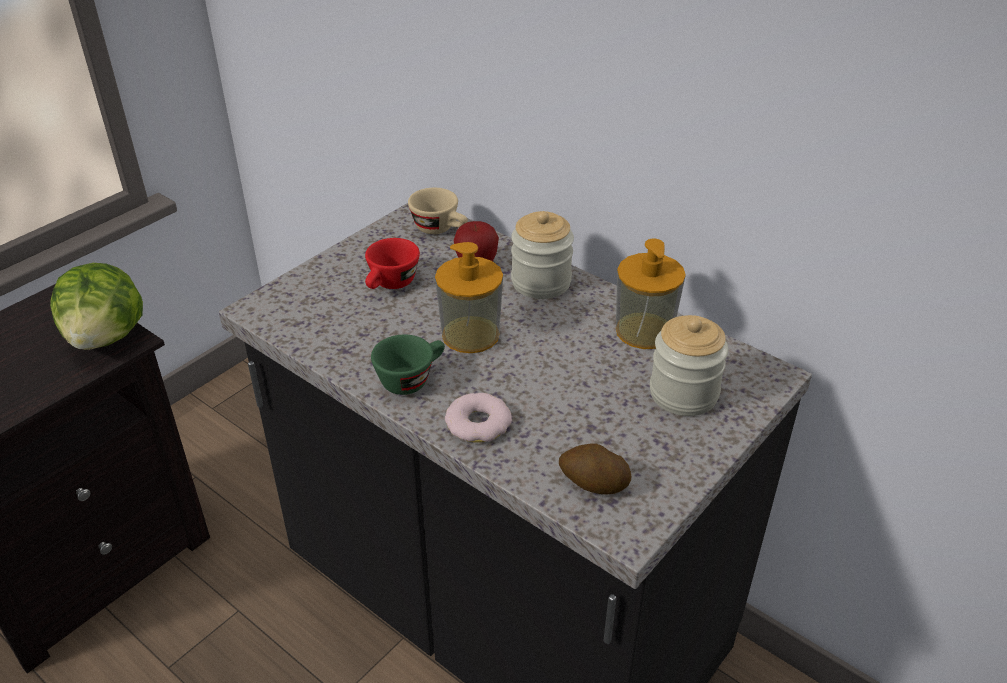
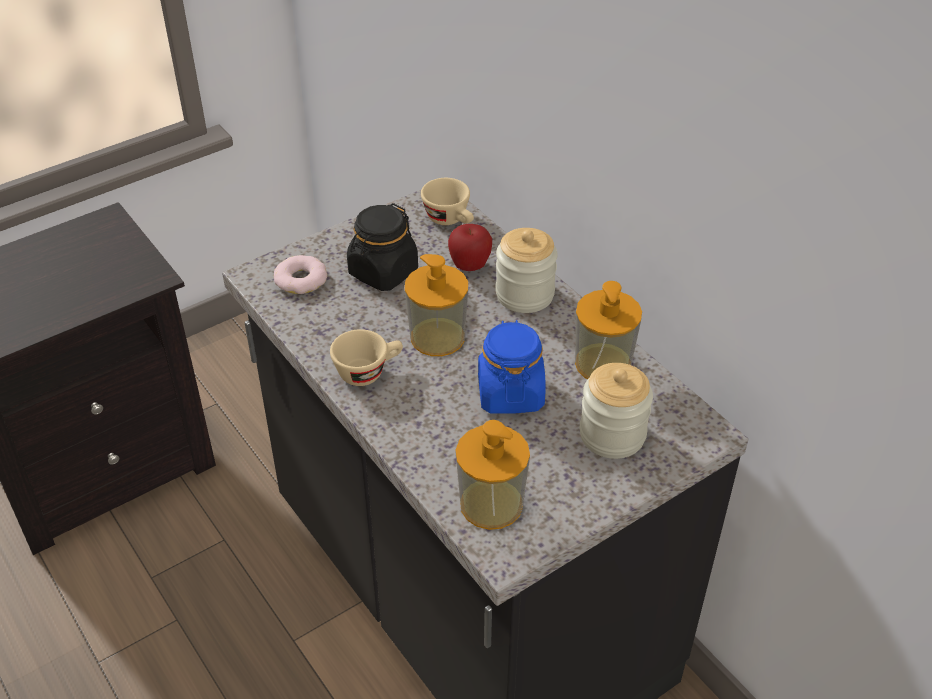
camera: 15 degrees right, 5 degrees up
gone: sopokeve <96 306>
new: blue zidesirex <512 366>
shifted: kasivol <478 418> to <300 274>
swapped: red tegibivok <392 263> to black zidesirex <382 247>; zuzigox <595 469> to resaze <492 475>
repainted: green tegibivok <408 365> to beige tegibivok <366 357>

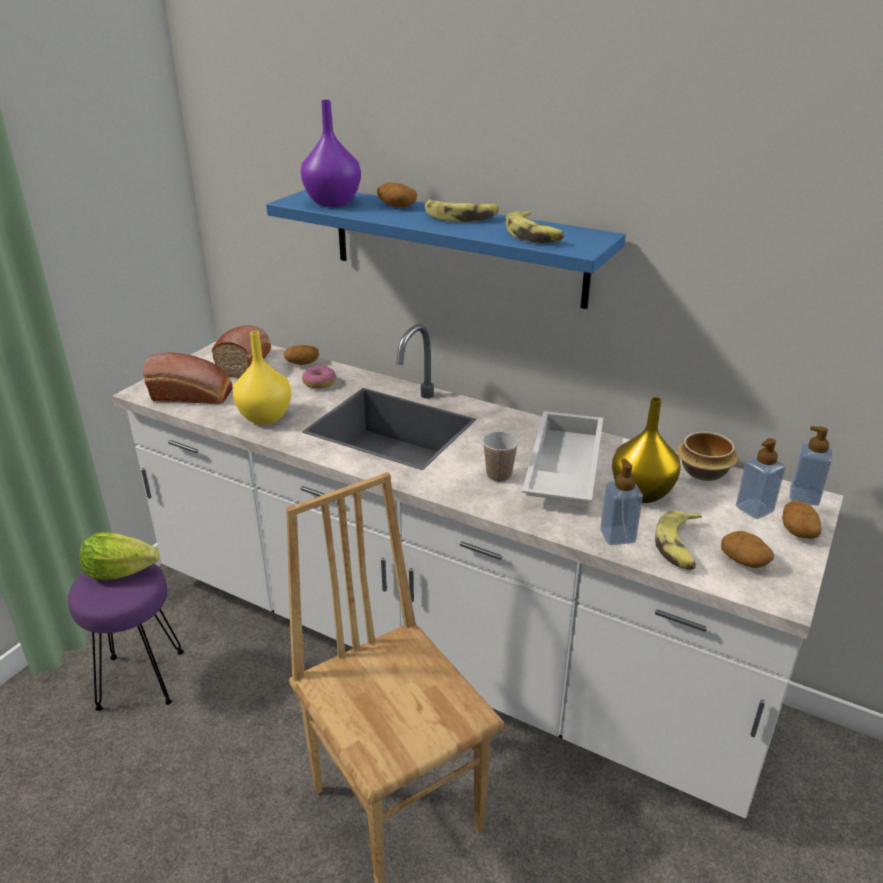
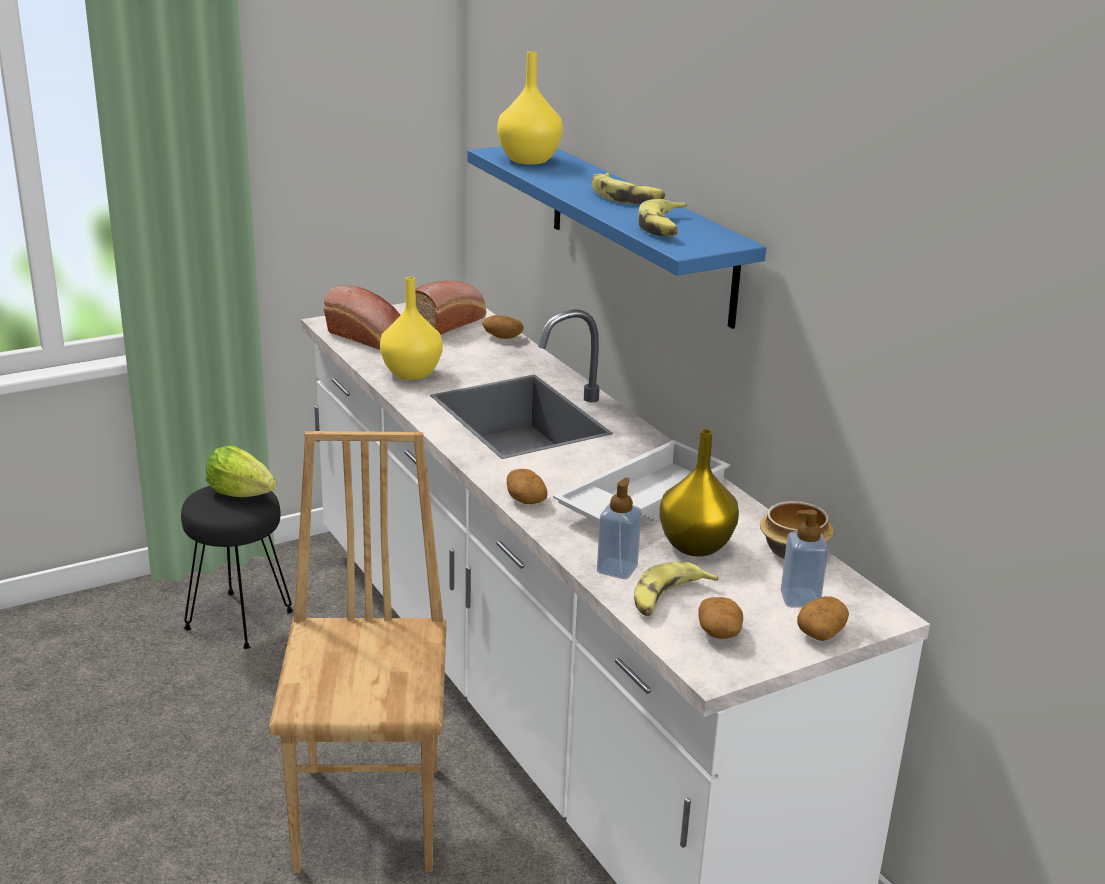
camera: 30 degrees right, 5 degrees down
gone: kasivol <319 377>; tegibivok <500 456>; resaze <810 466>
shifted: zuzigox <397 195> to <527 486>
repainted: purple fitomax <126 637> to black fitomax <237 567>; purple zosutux <331 153> to yellow zosutux <530 108>

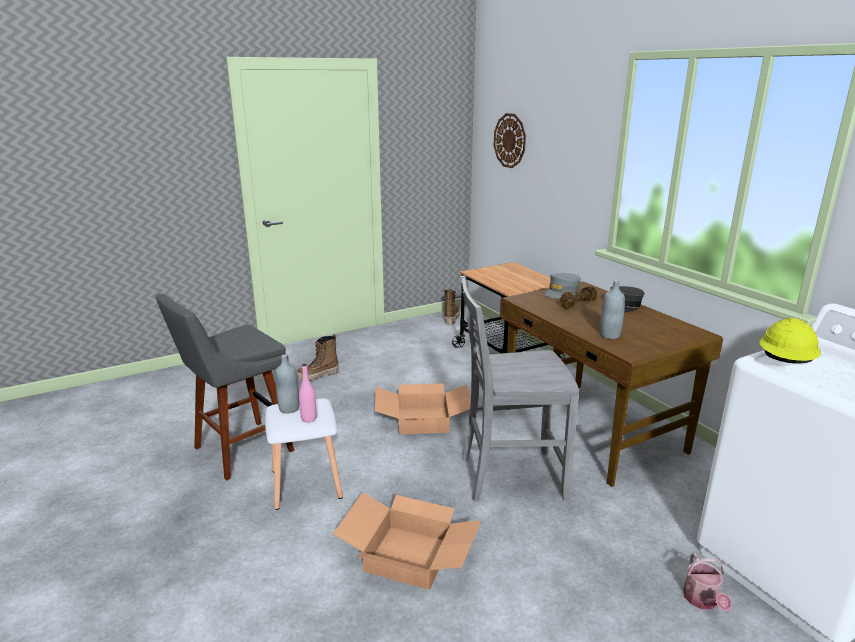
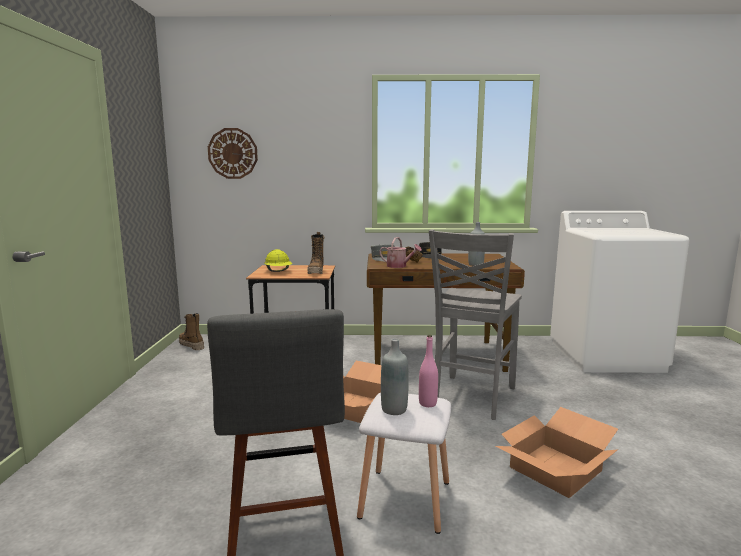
camera: 60 degrees left, 10 degrees down
shifted: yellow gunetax <790 341> to <278 260>; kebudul <318 357> to <316 253>; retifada <707 582> to <400 252>

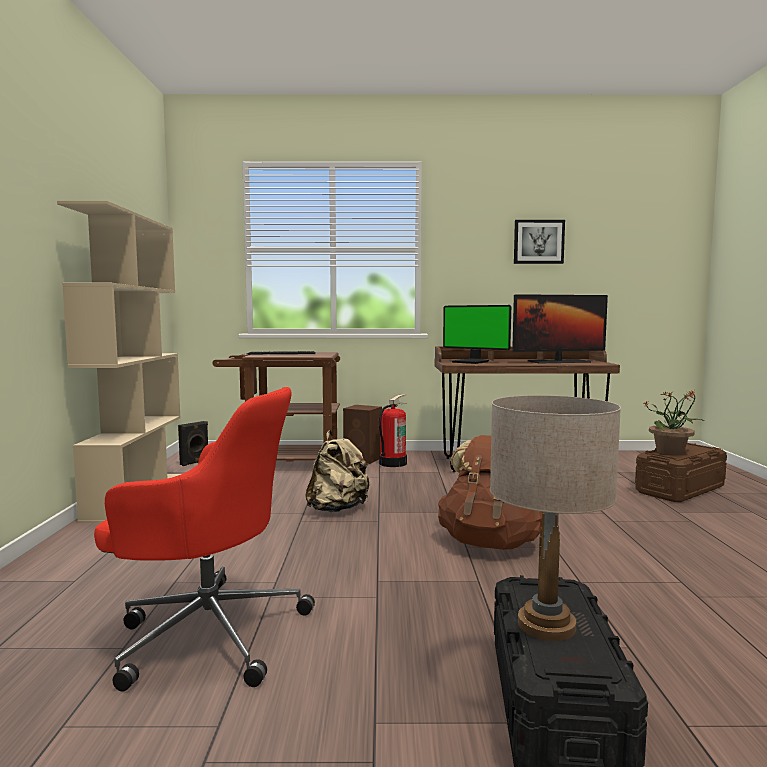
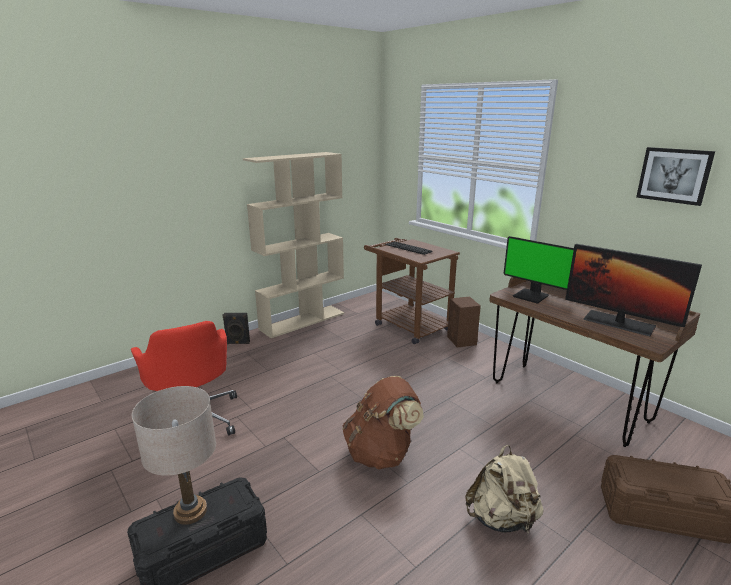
camera: 50 degrees right, 15 degrees up
gone: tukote <393 430>; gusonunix <673 422>
shifted: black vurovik <193 443> to <236 328>; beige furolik <337 471> to <504 489>
rotated: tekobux <477 334> = <539 270> 45 degrees counterclockwise

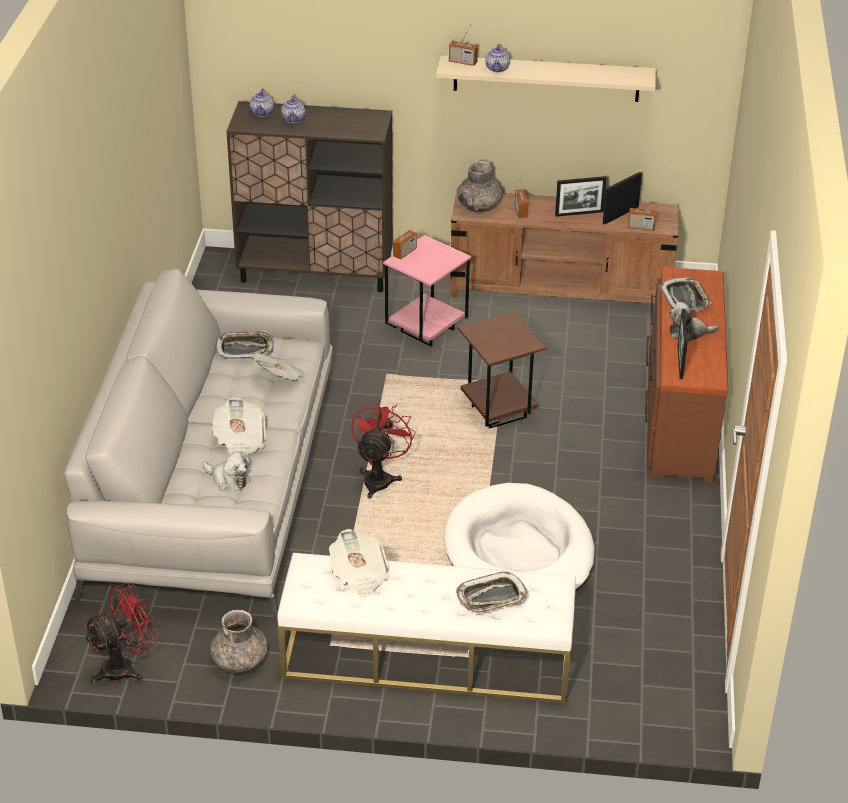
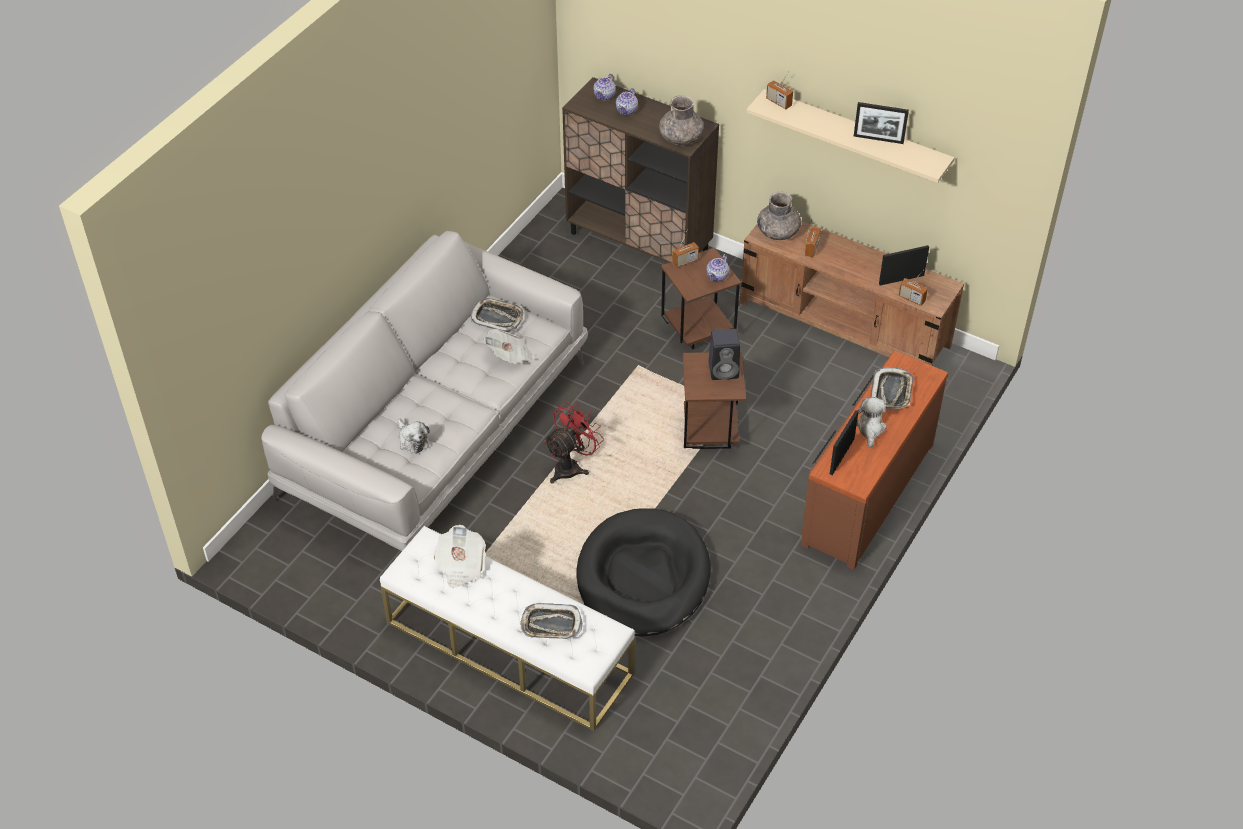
camera: 25 degrees right, 10 degrees up
gone: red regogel <121 633>; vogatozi <239 426>
new: black vurovik <724 354>
shifted: grey zosutux <239 641> to <681 120>; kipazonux <497 58> to <717 267>; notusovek <580 196> to <881 123>
repainted: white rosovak <519 537> to black rosovak <644 572>; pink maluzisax <427 290> to brown maluzisax <701 298>
rotated: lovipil <693 322> = <871 422> 75 degrees clockwise

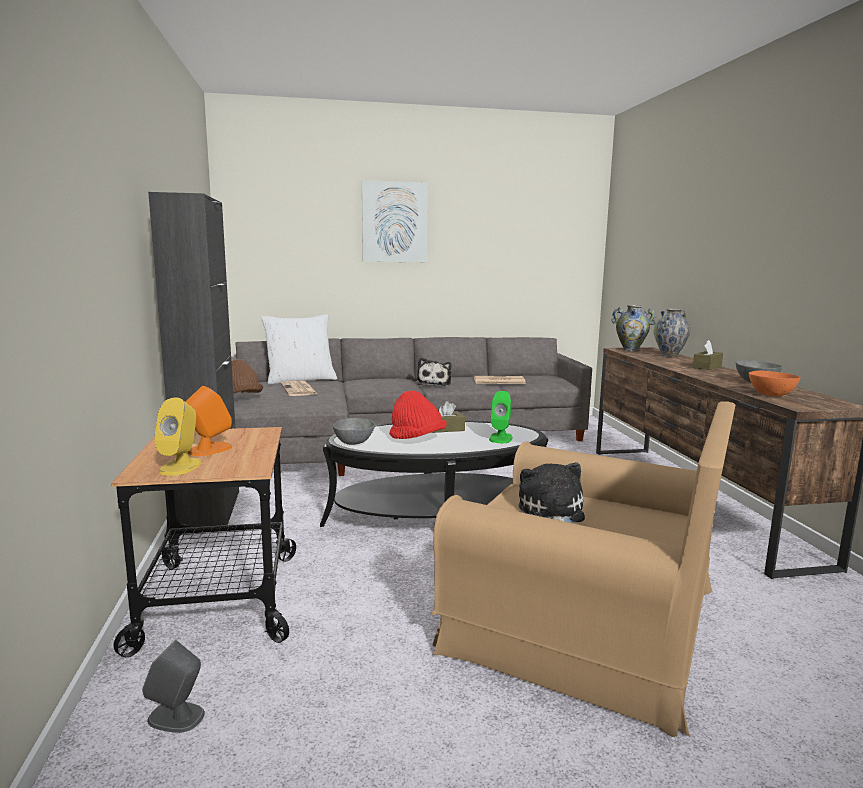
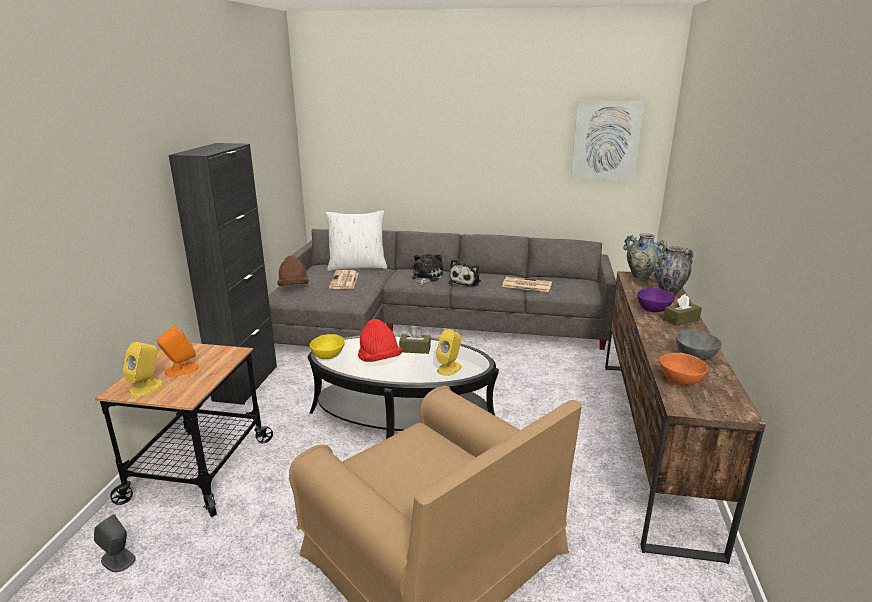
camera: 20 degrees right, 10 degrees up
new: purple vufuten <656 300>
shifted: lovipil <551 493> to <427 269>; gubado <395 221> to <607 140>
repainted: grey vufuten <354 431> to yellow vufuten <327 346>; green vurovik <501 417> to yellow vurovik <449 353>

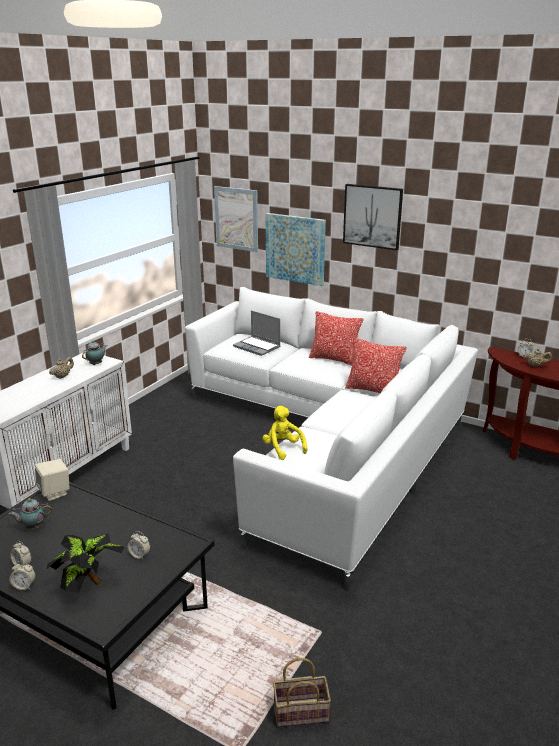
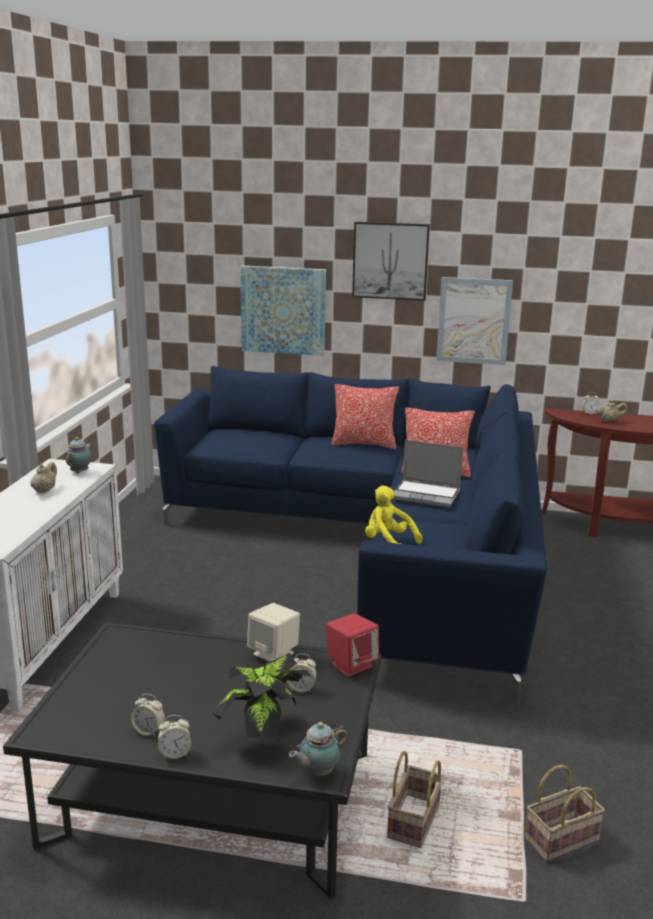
camera: 20 degrees left, 5 degrees down
new: red vurovik <352 645>; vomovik <415 799>
shifted: beige vurovik <52 480> to <273 632>; kipazonux <31 513> to <318 749>; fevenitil <257 333> to <428 473>; gubado <236 219> to <474 321>
repainted: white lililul <331 439> to blue lililul <350 534>

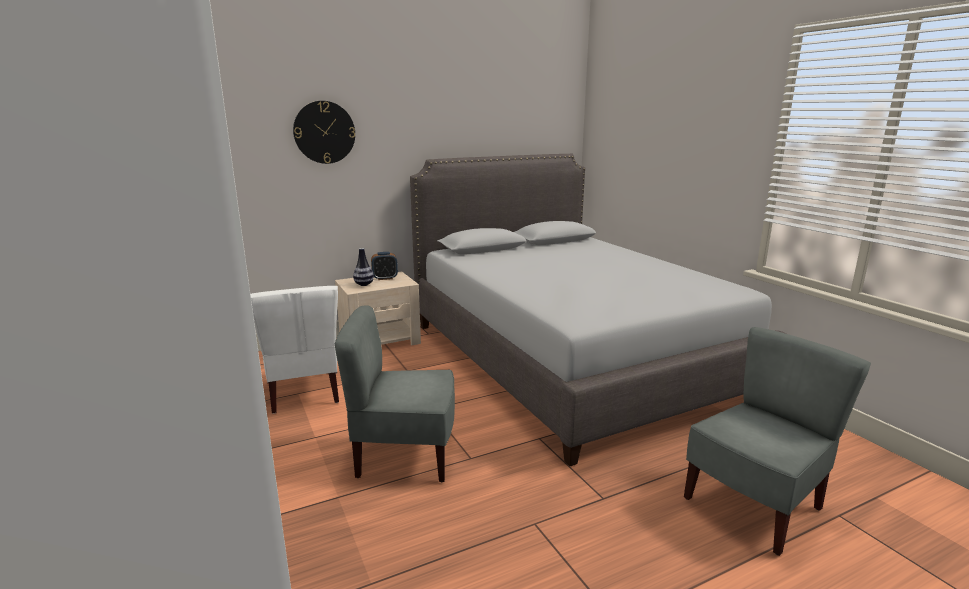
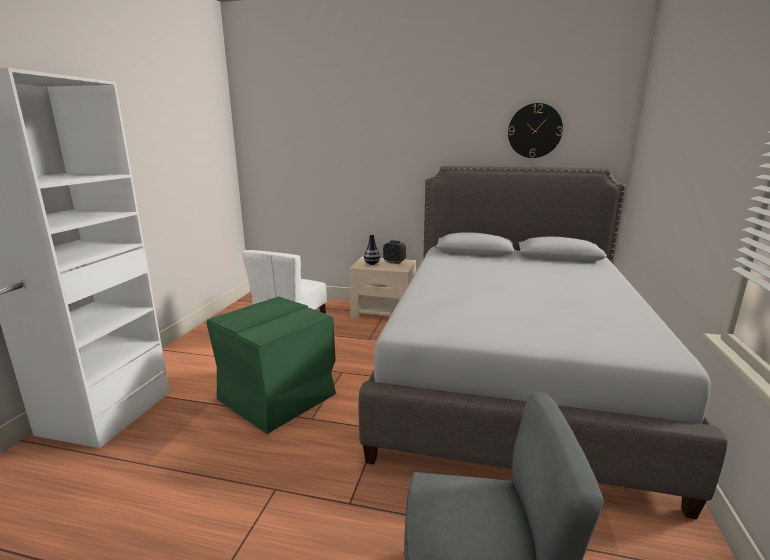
camera: 40 degrees right, 0 degrees up
shifted: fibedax <324 132> to <535 130>
swapped: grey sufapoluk <394 393> to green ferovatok <271 365>

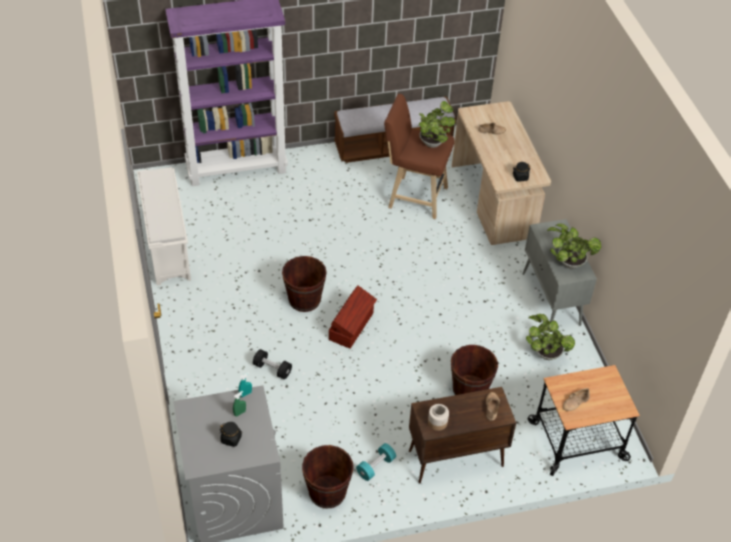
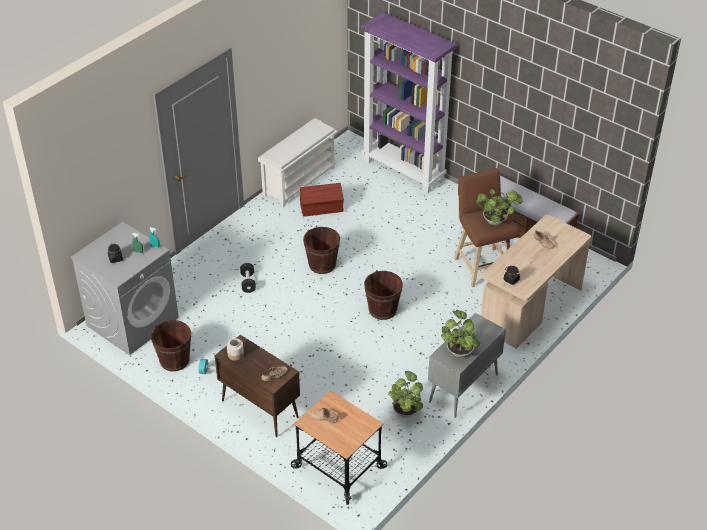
camera: 55 degrees right, 5 degrees down
shifted: brown ferovatok <353 317> to <322 200>; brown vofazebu <474 370> to <383 295>

